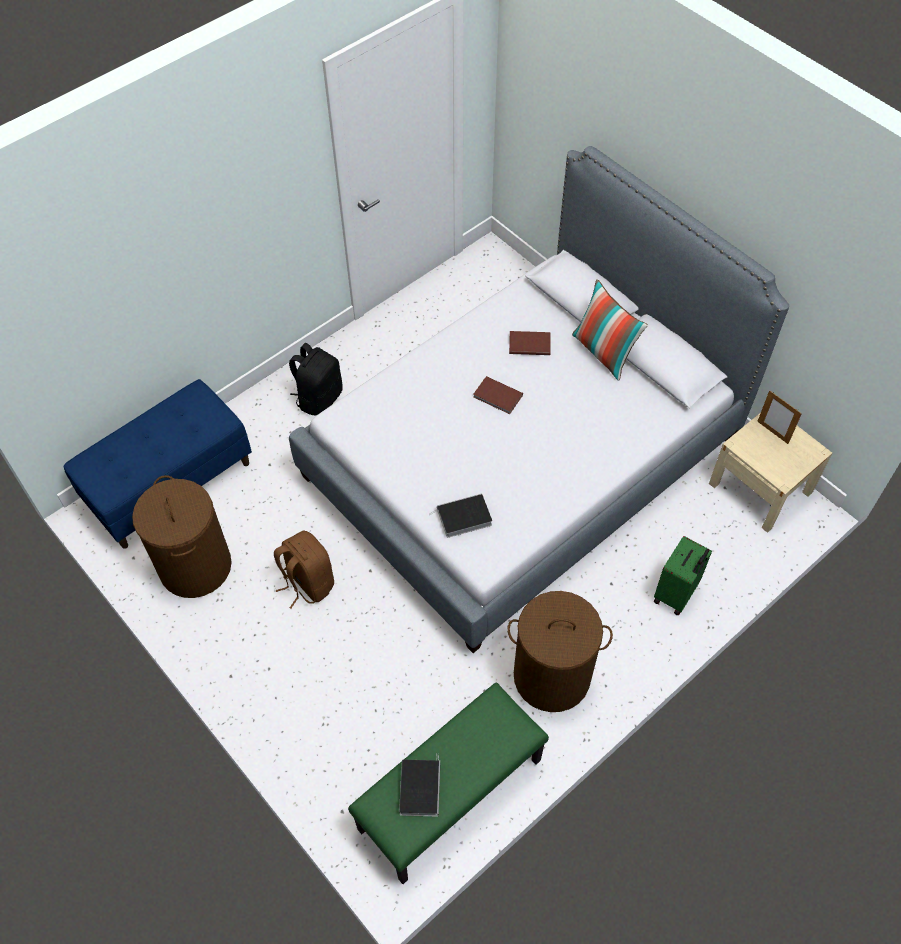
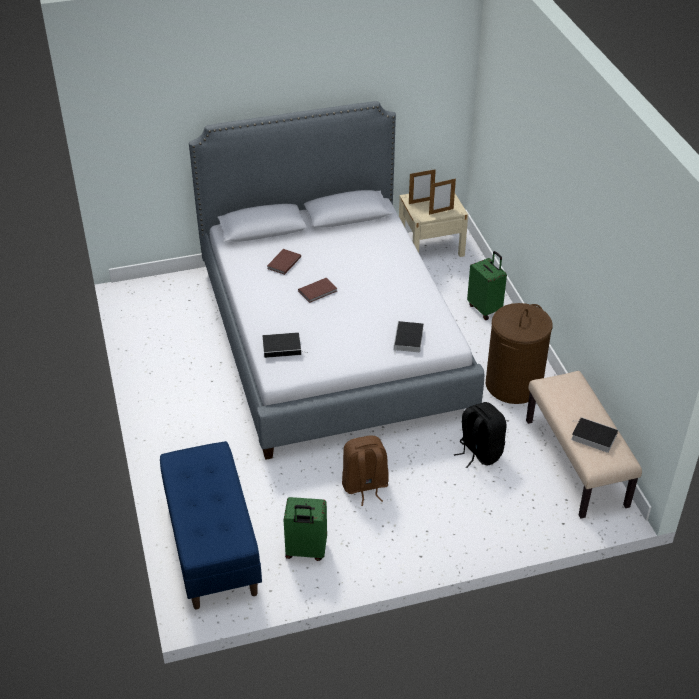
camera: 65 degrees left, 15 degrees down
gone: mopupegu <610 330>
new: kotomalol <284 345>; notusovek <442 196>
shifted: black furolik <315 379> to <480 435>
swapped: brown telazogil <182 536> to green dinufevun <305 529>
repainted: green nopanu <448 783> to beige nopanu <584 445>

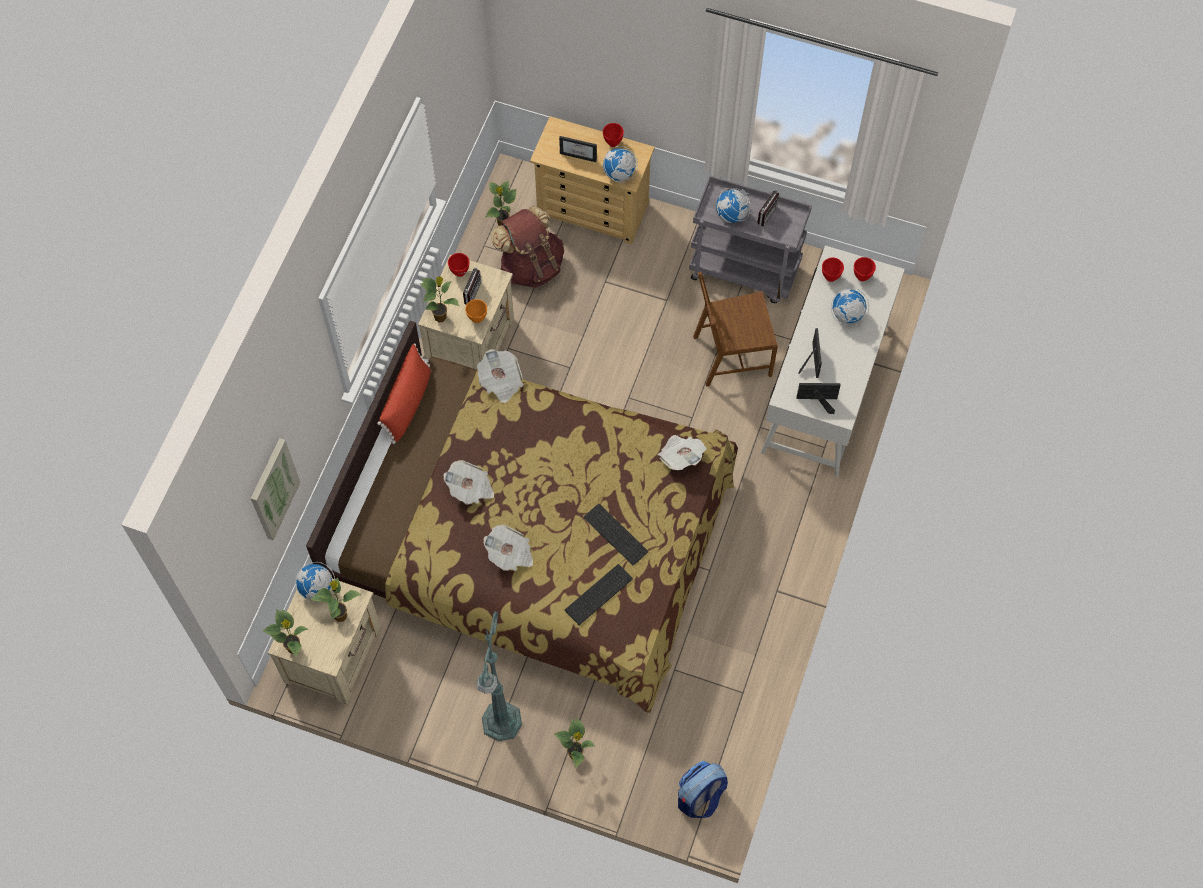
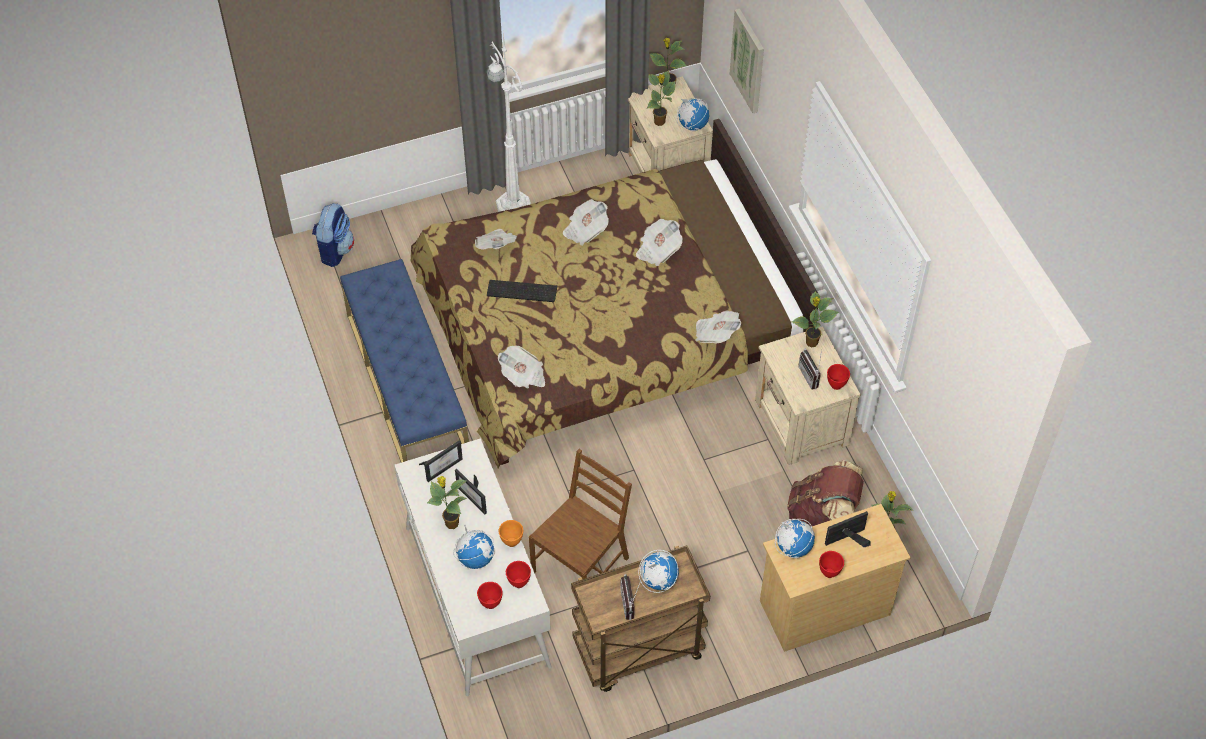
camera: 140 degrees right, 10 degrees down
gone: red mopupegu <404 393>
new: blue nopanu <404 361>
shifted: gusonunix <574 743> to <447 502>; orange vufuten <476 311> to <511 533>
swapped: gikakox <599 594> to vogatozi <496 239>
repainted: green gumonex <499 676> to white gumonex <509 123>; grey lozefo <750 239> to brown lozefo <640 618>

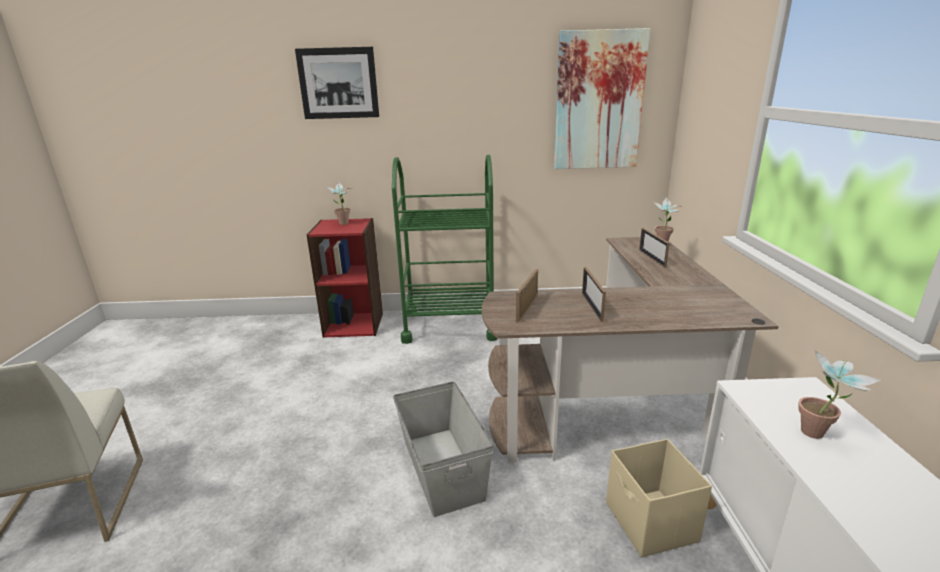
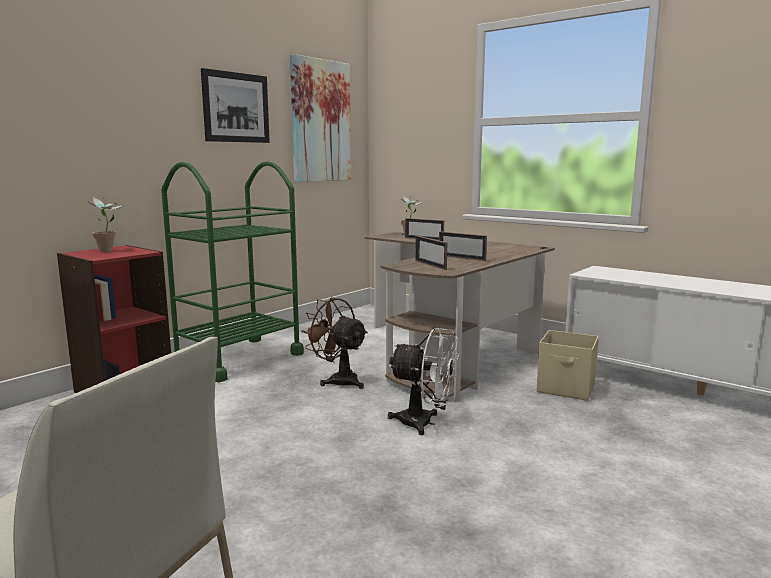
camera: 50 degrees left, 10 degrees down
gone: gusonunix <840 394>
new: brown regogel <334 343>
shifted: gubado <337 83> to <235 105>
swapped: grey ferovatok <443 449> to white regogel <423 381>

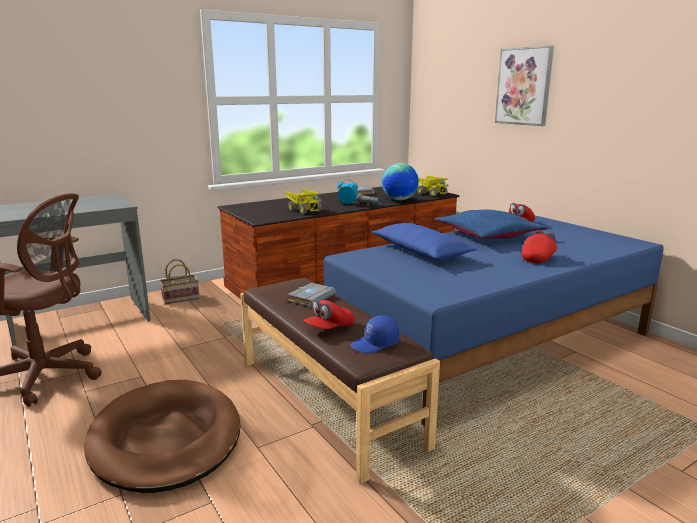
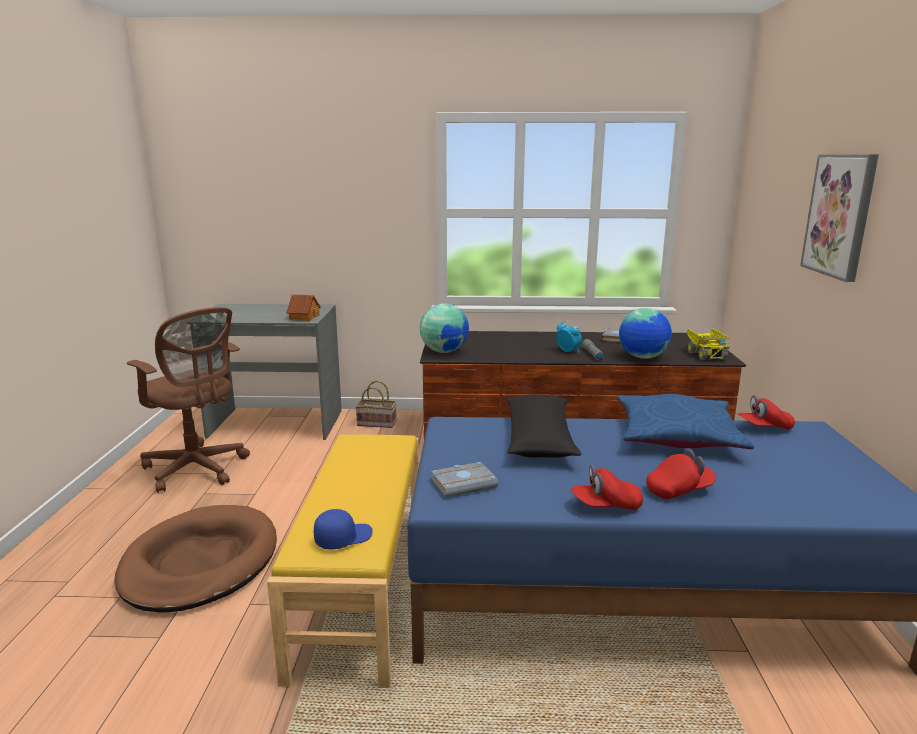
camera: 35 degrees right, 0 degrees up
gone: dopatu <303 201>
new: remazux <303 307>; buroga <444 328>
shifted: grey kotomalol <311 295> to <464 480>; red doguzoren <328 314> to <607 487>
repainted: brown nopanu <340 381> to yellow nopanu <343 561>; blue mopupegu <424 242> to black mopupegu <543 426>
rotated: blue doguzoren <375 335> = <343 529> 135 degrees clockwise

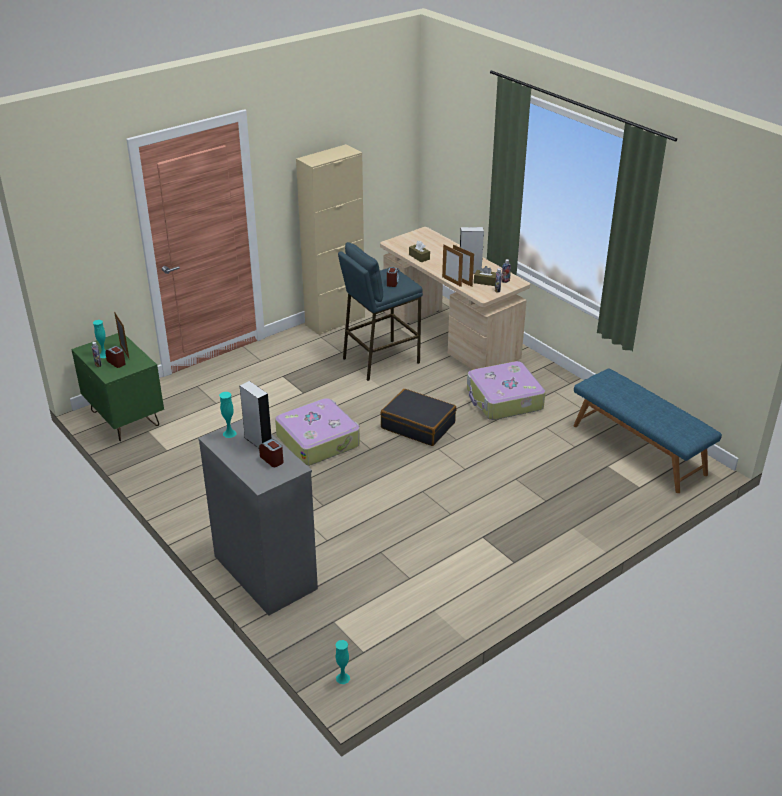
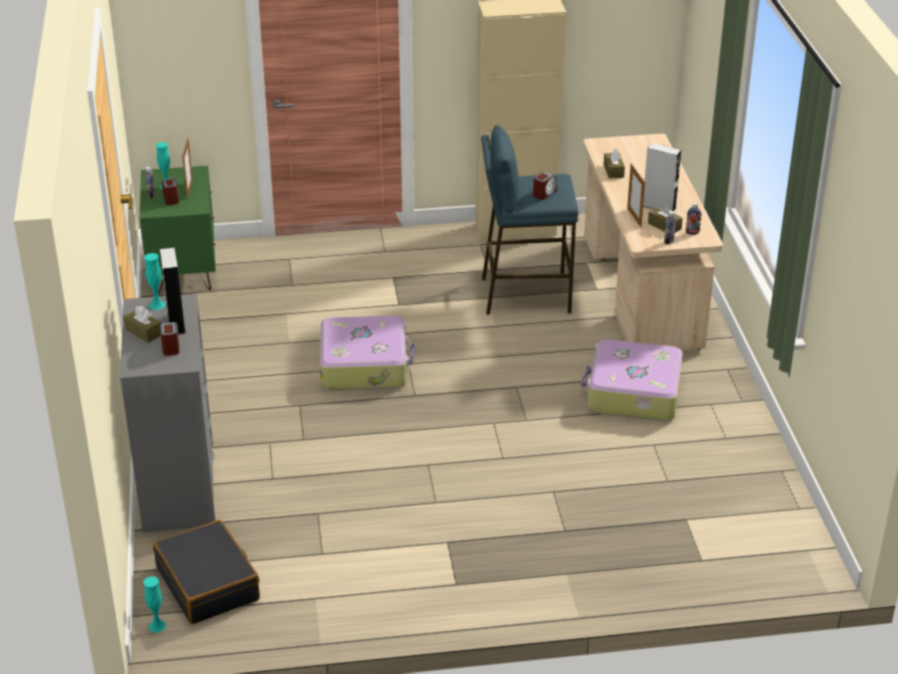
camera: 30 degrees right, 0 degrees up
gone: notusovek <452 265>; blue nopanu <648 431>
new: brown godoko <142 324>
shifted: black dinufevun <418 417> to <206 572>

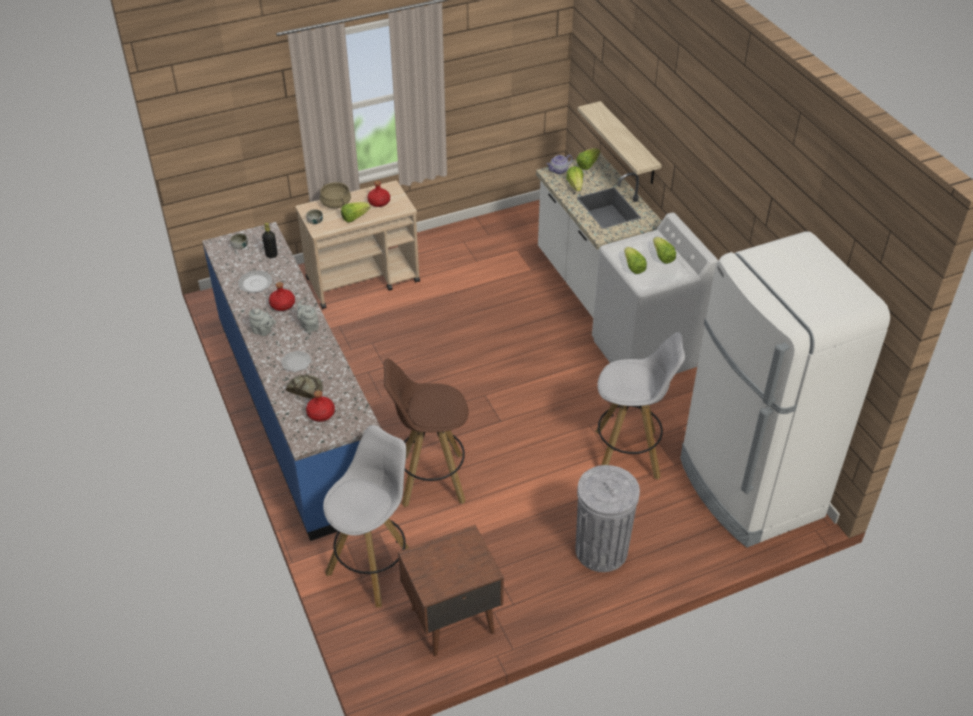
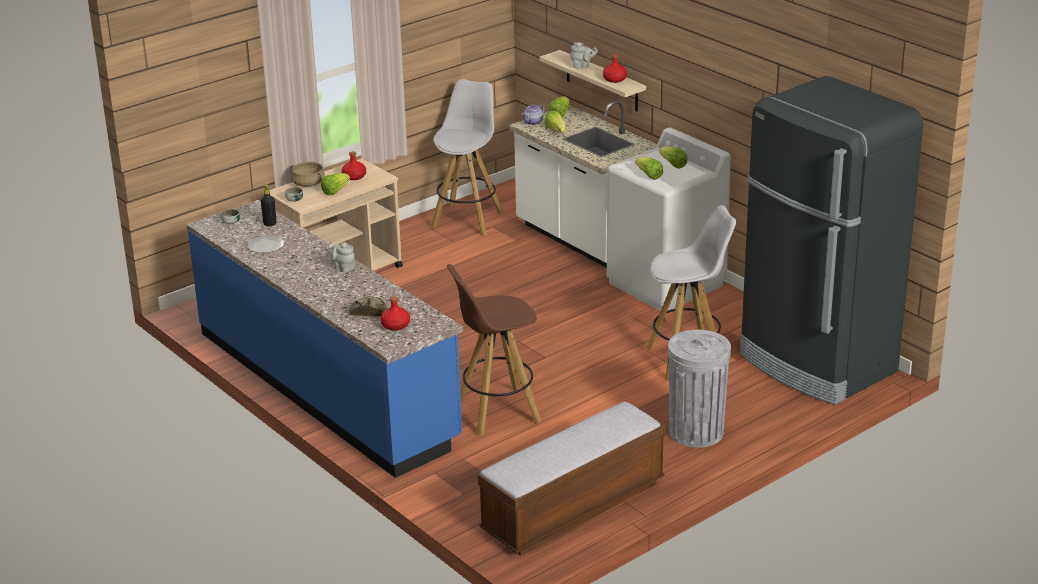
camera: 15 degrees left, 15 degrees down
gone: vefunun <296 361>
shifted: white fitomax <366 516> to <467 157>; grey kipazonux <262 322> to <584 55>; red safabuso <282 296> to <615 68>
swapped: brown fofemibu <451 590> to nopanu <572 479>
repainted: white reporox <785 389> to black reporox <831 240>

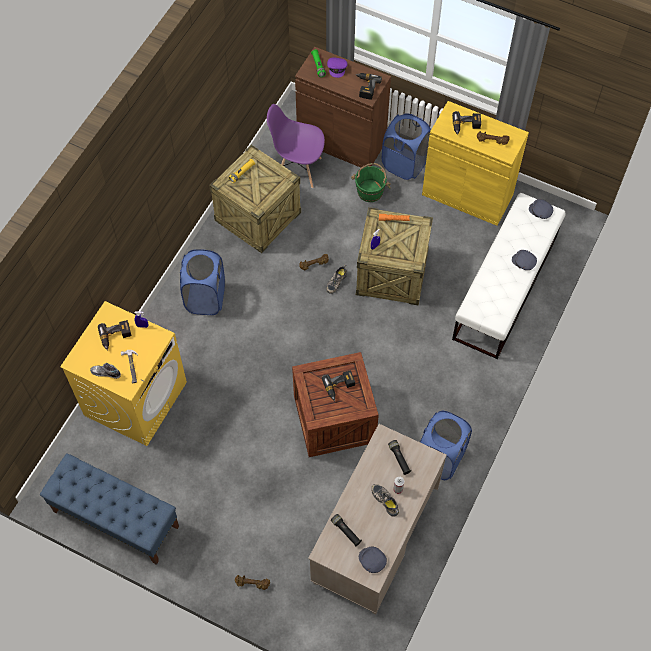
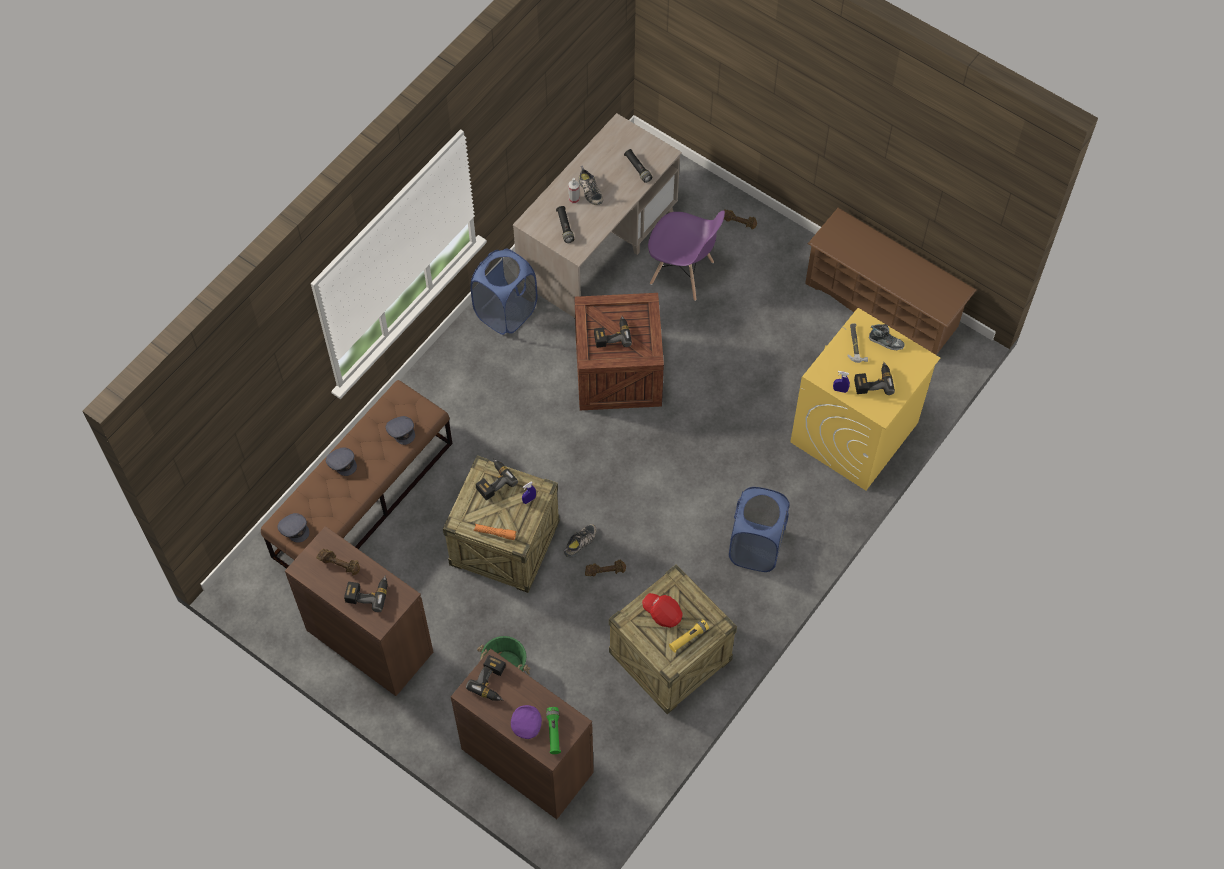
camera: 170 degrees left, 0 degrees up
gone: blue telazogil <406 146>
new: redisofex <497 480>; red doguzoren <662 610>
shifted: grey doguzoren <373 560> to <400 430>; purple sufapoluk <296 146> to <686 255>
swapped: blue nopanu <109 509> to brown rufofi <890 281>
repainted: white nopanu <509 276> to brown nopanu <356 474>; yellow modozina <475 163> to brown modozina <359 611>

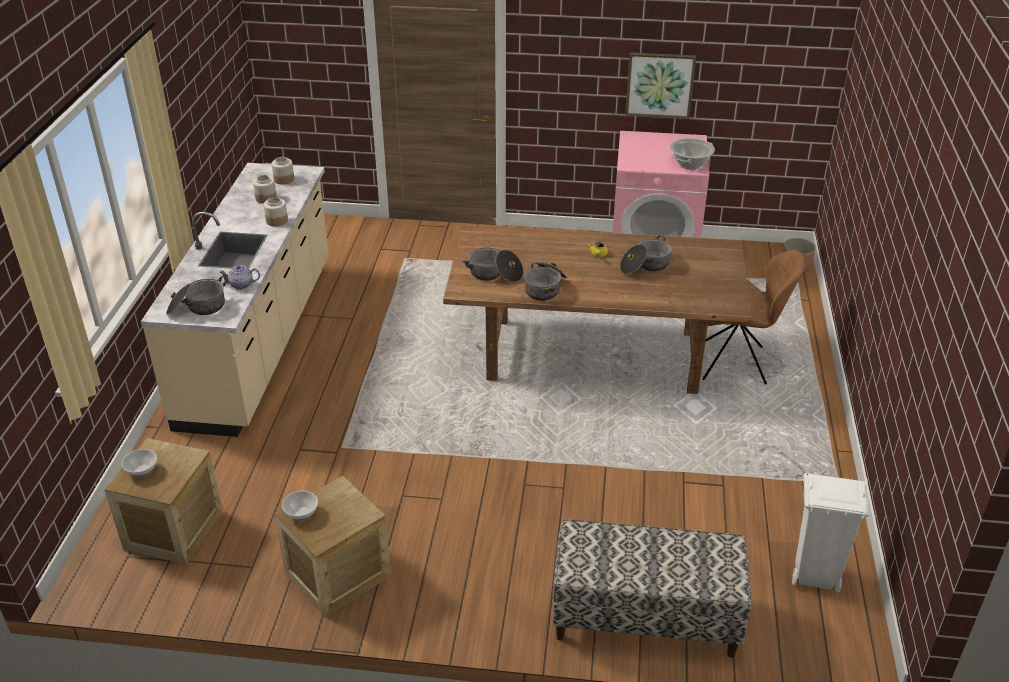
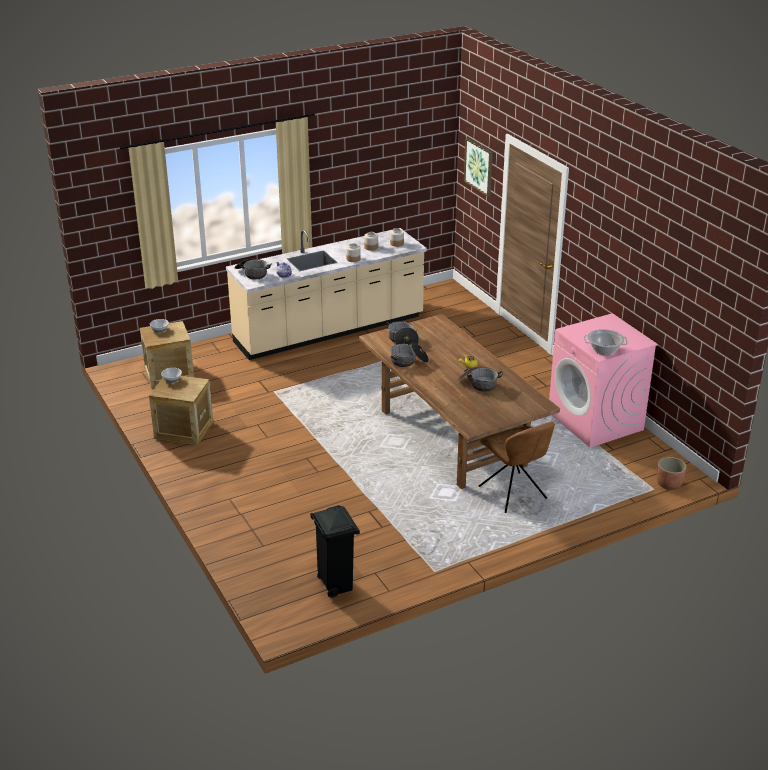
camera: 55 degrees right, 5 degrees down
gone: nopanu <652 589>
shifted: gubado <660 85> to <478 167>
repainted: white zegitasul <830 532> to black zegitasul <335 551>

